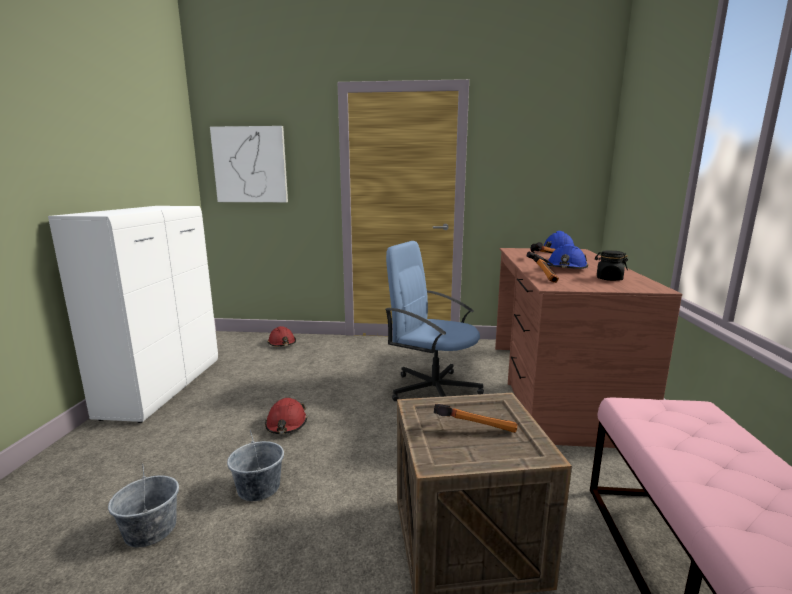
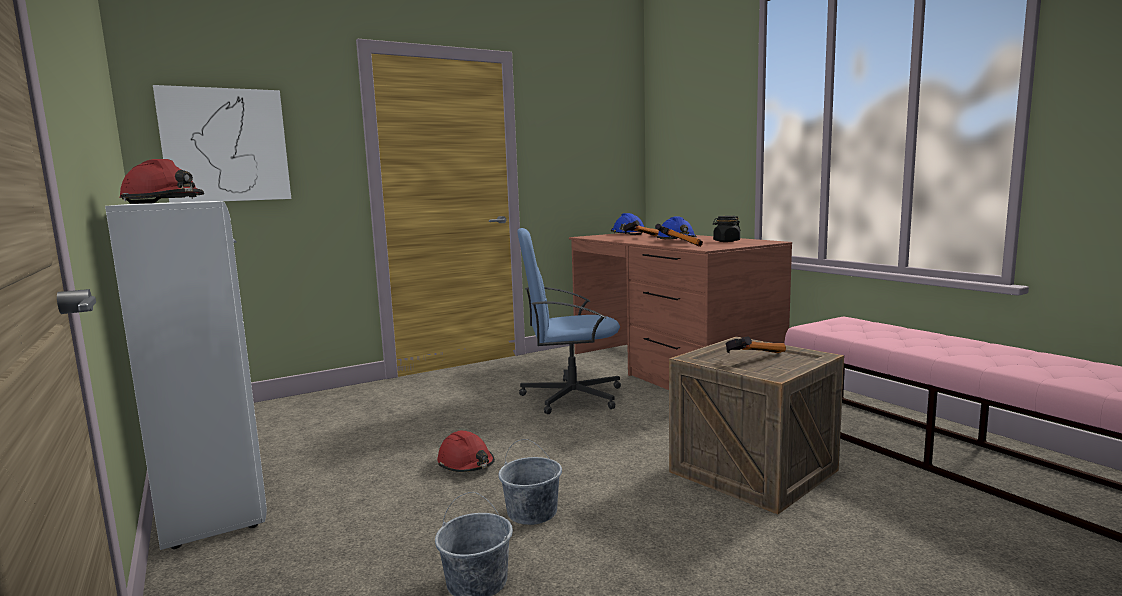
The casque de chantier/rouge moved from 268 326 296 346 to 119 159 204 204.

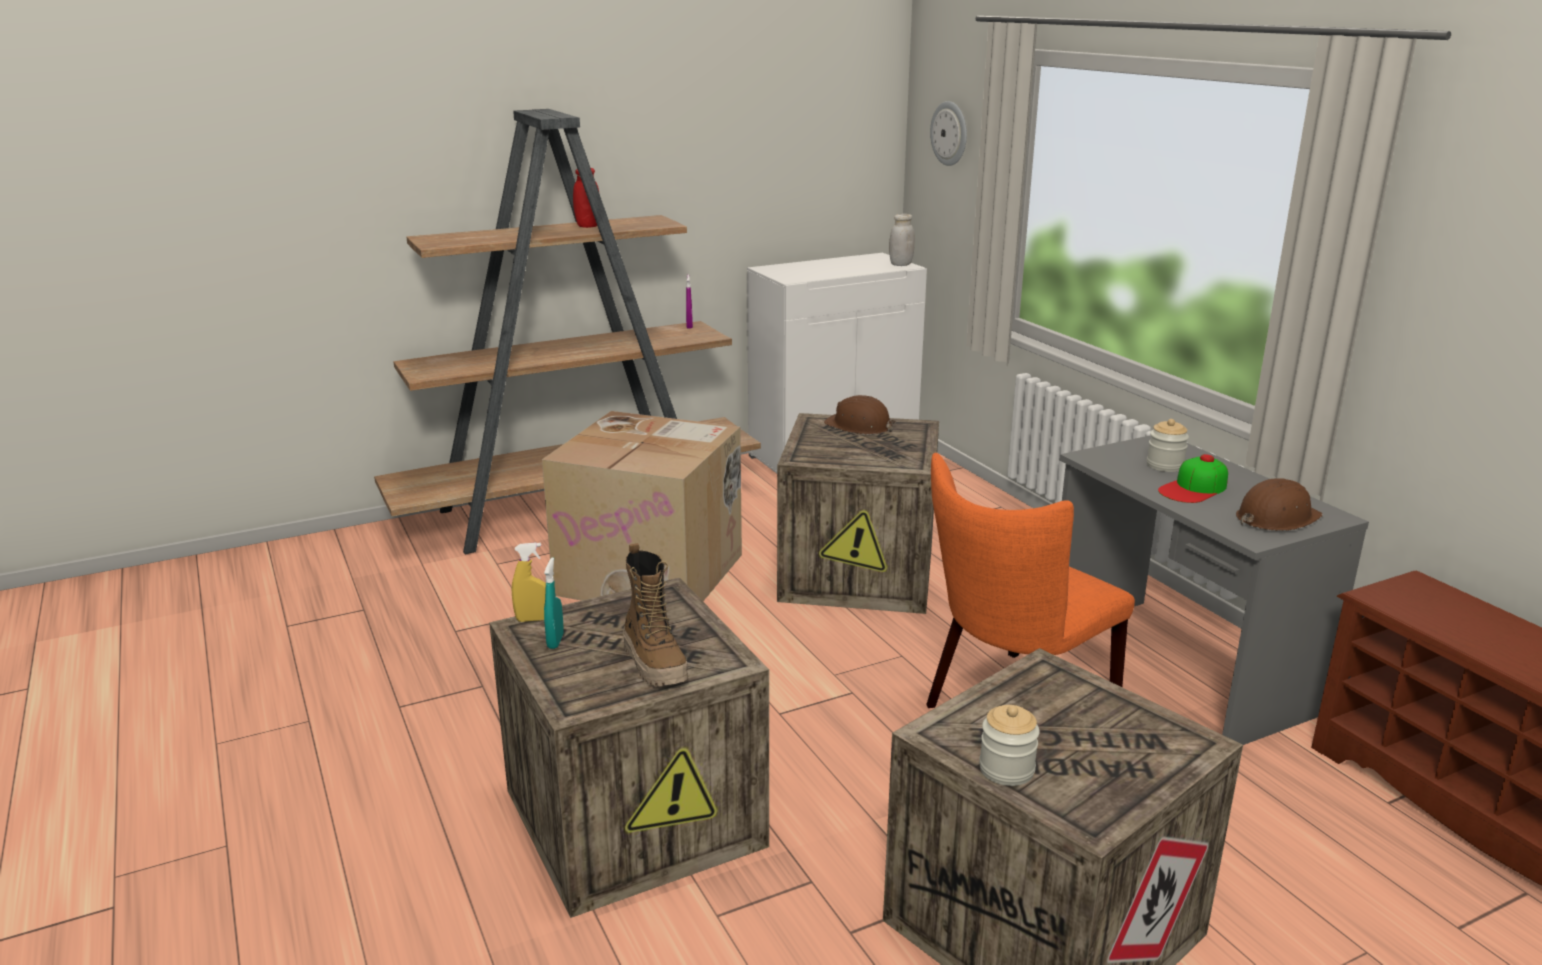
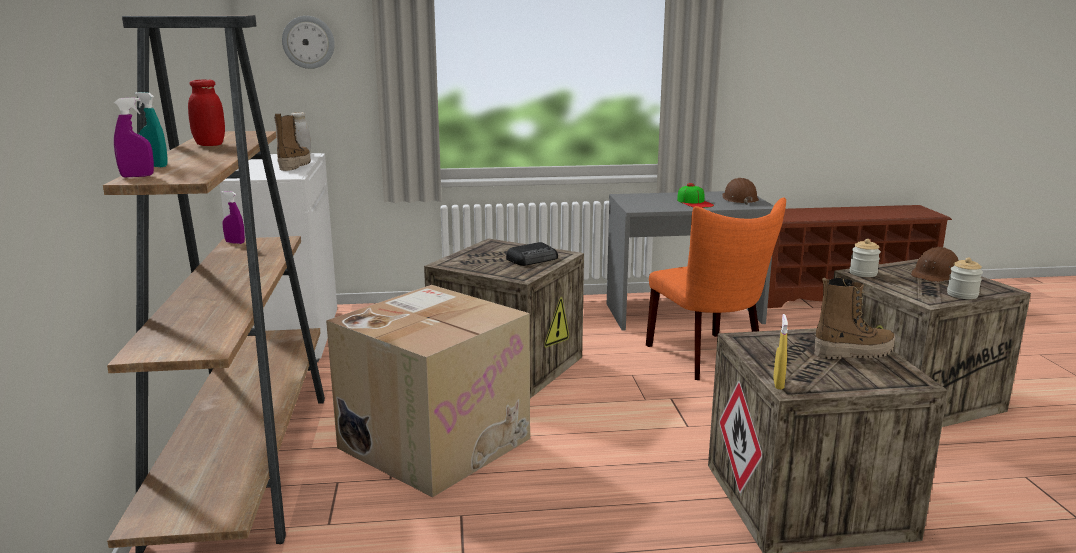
The casque de chantier/marron moved from 824 395 896 435 to 911 247 959 282. The bocal moved from 1147 419 1189 472 to 850 239 881 277. The vaporisateur/turquoise moved from 544 557 564 649 to 135 92 168 167. The vaporisateur/violet at 114 97 154 177 appeared. The botte at 274 114 311 171 appeared. The radio at 506 242 558 266 appeared.

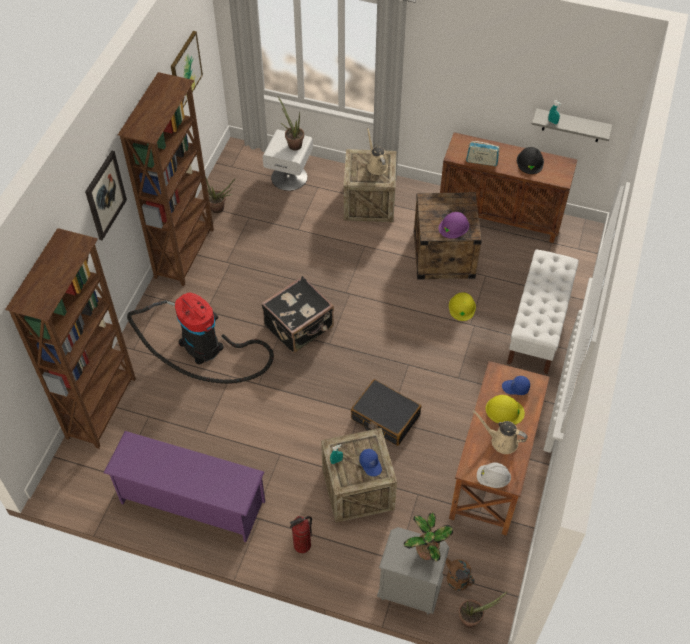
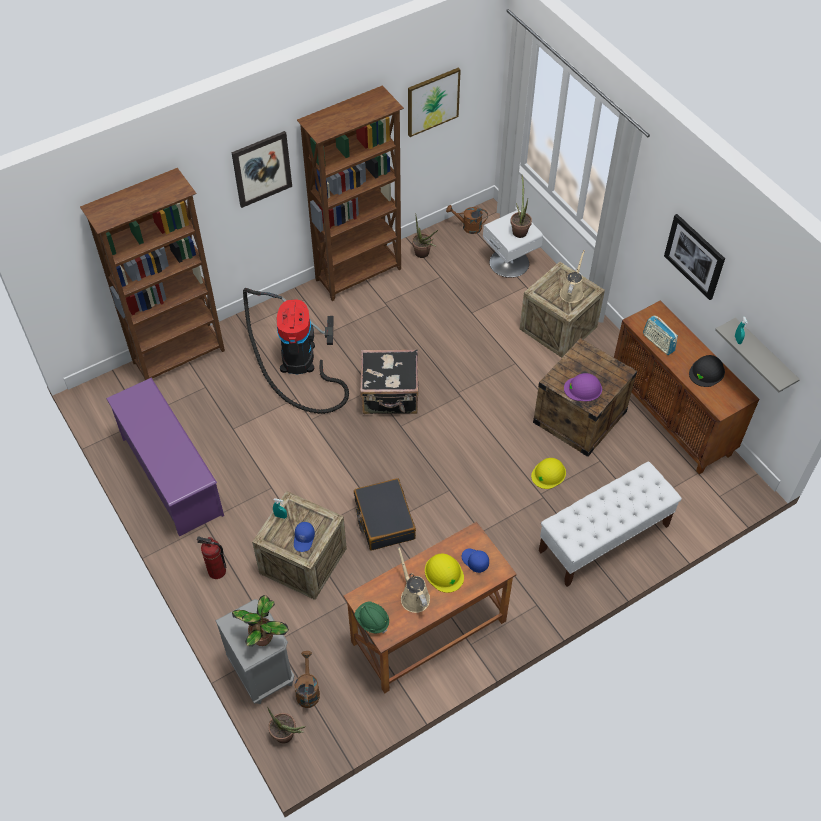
The casque de chantier/blanc at 477 462 511 488 became the casque de chantier/vert at 355 602 389 633. The arrosoir/marron at 446 205 488 234 appeared. The tableau at 664 214 725 300 appeared.

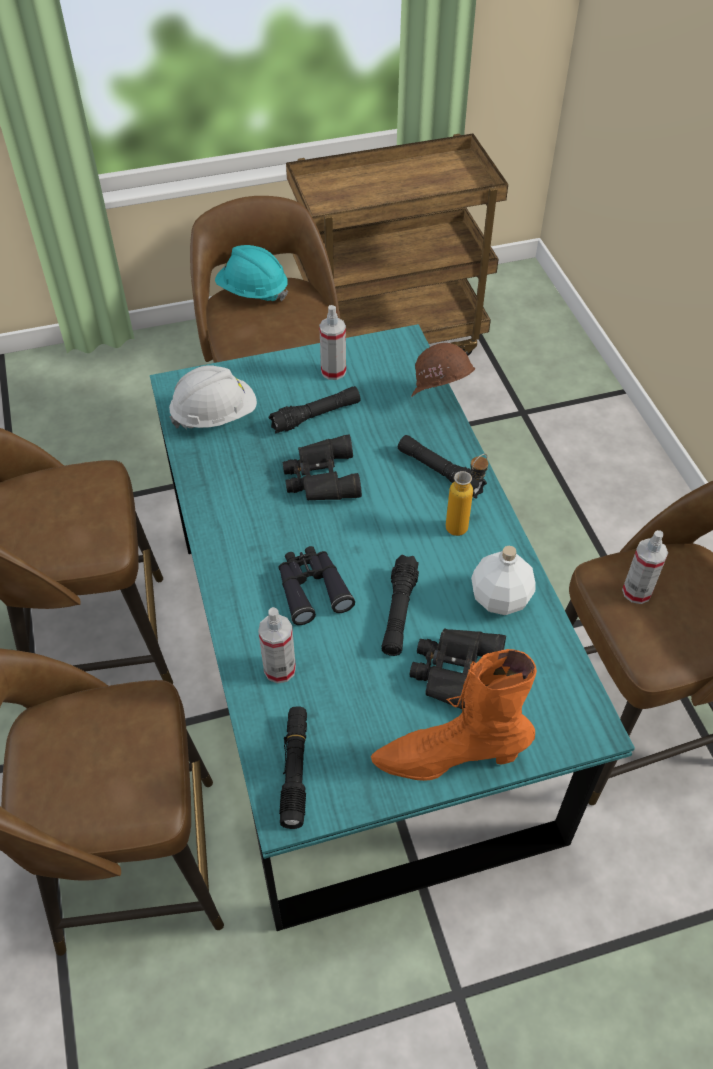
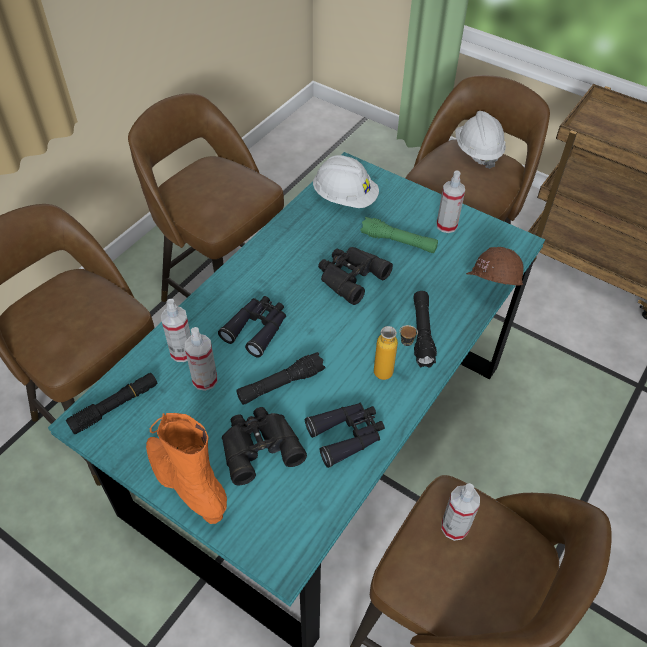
The casque de chantier/turquoise at 215 245 288 301 became the casque de chantier/blanc at 455 111 506 169. The lampe de poche/noir at 269 386 360 433 became the lampe de poche/vert at 360 217 438 253. The bouteille/blanc at 471 546 536 615 was replaced by the jumelles/noir at 305 403 385 468. The vaporisateur at 185 327 217 391 appeared.

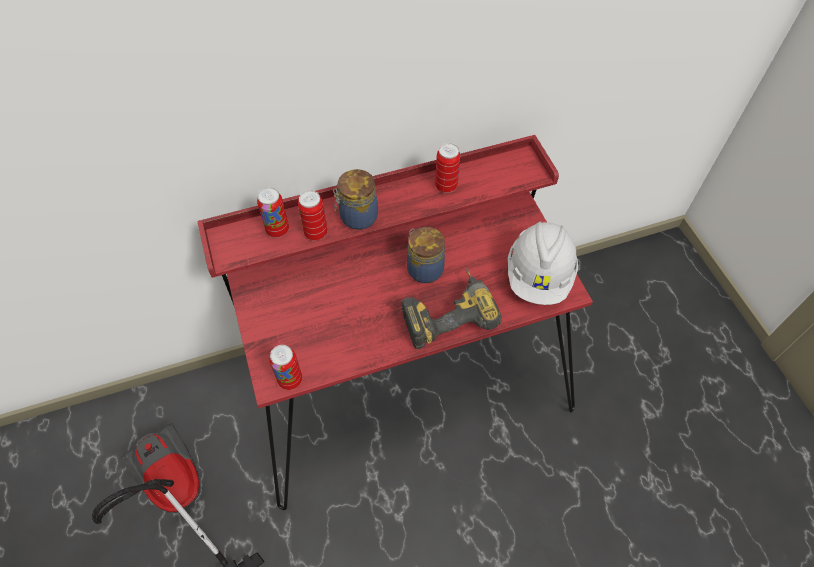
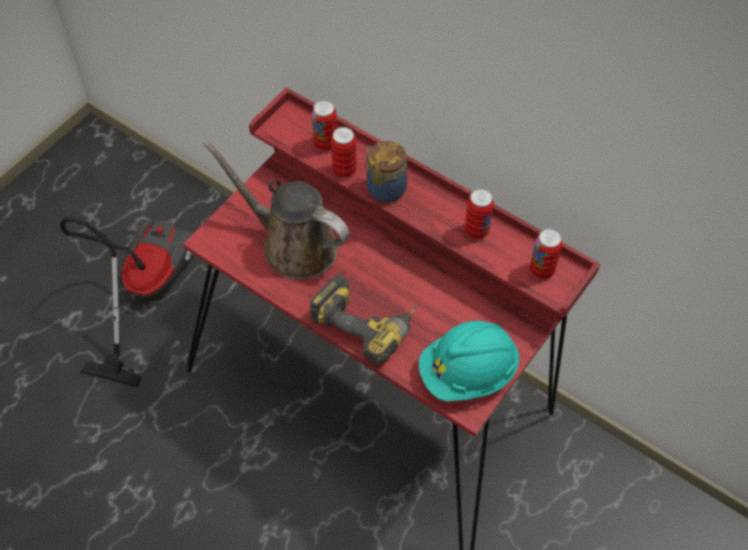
The casque de chantier/blanc at 508 221 578 305 became the casque de chantier/turquoise at 419 321 519 401. The bocal at 407 227 445 283 disappeared. The boîte métallique moved from 269 345 302 390 to 530 228 562 279. The arrosoir/marron at 203 140 350 280 appeared.

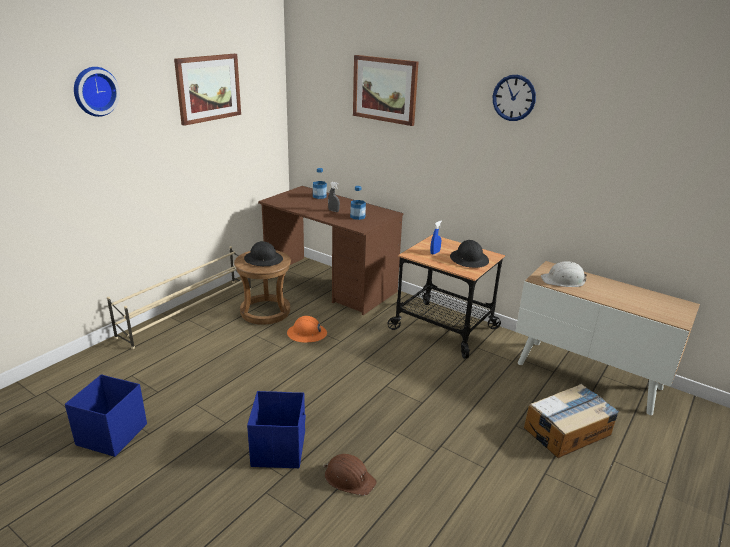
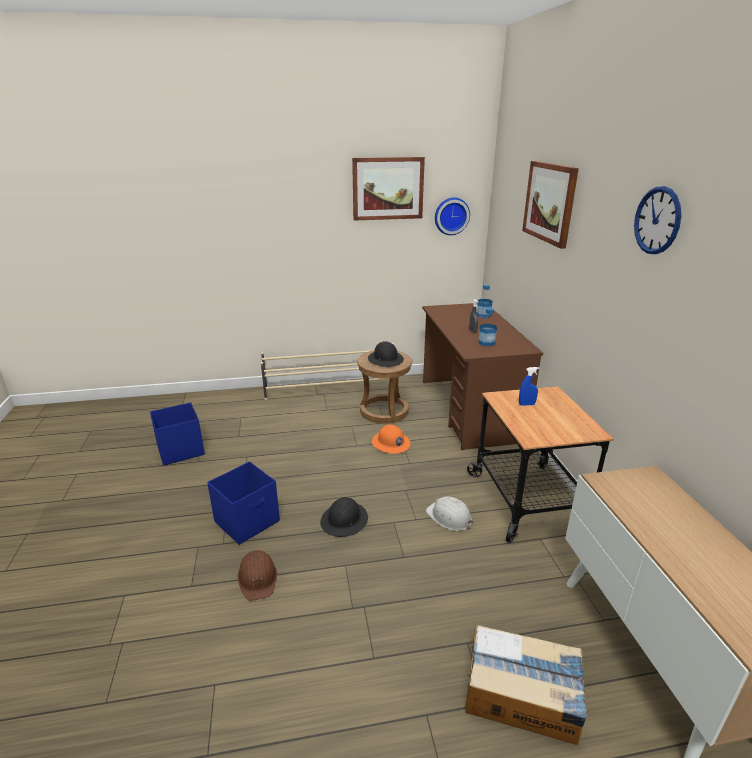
The horloge murale moved from 74 67 120 117 to 435 197 470 235. The casque de chantier/noir moved from 450 240 489 268 to 320 497 368 537. The casque de chantier/blanc moved from 541 261 587 287 to 426 496 474 531.

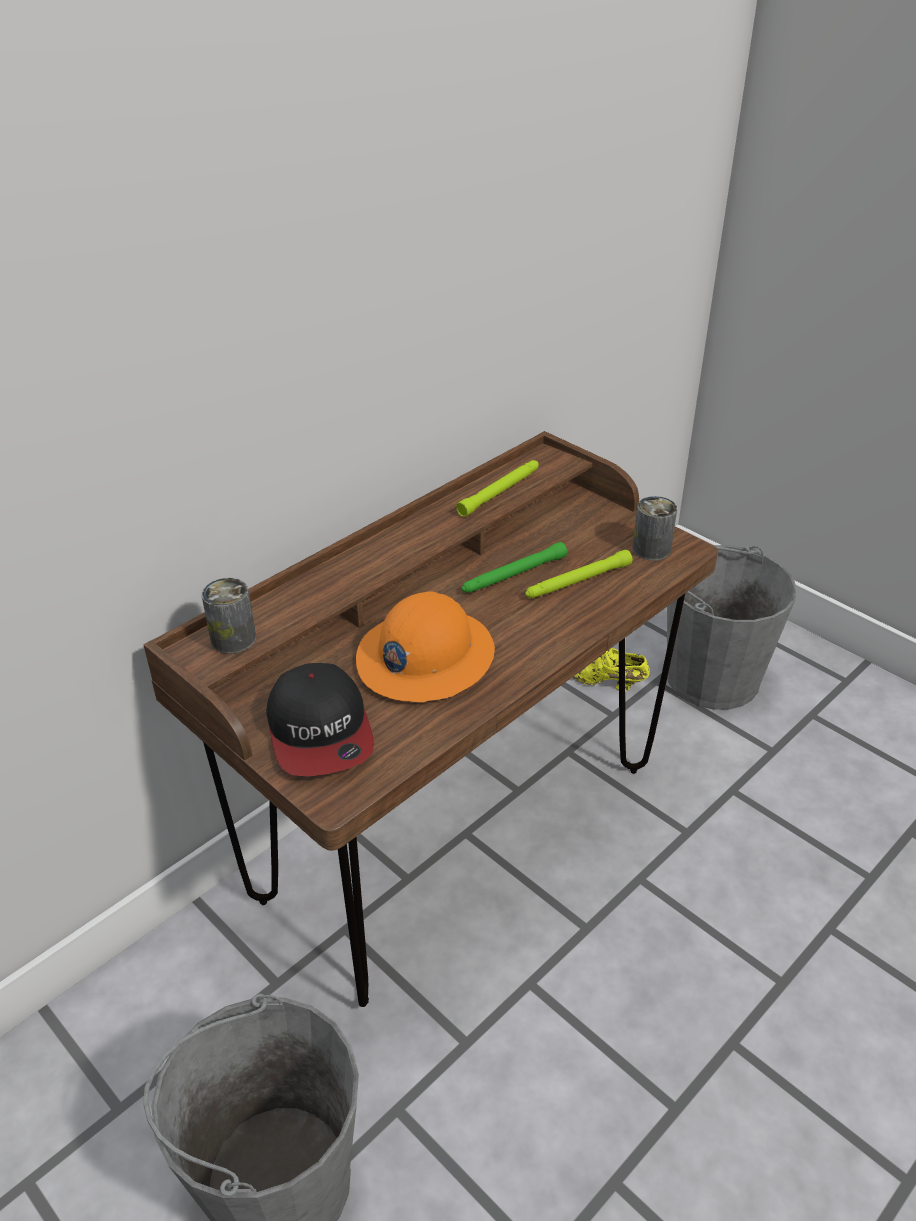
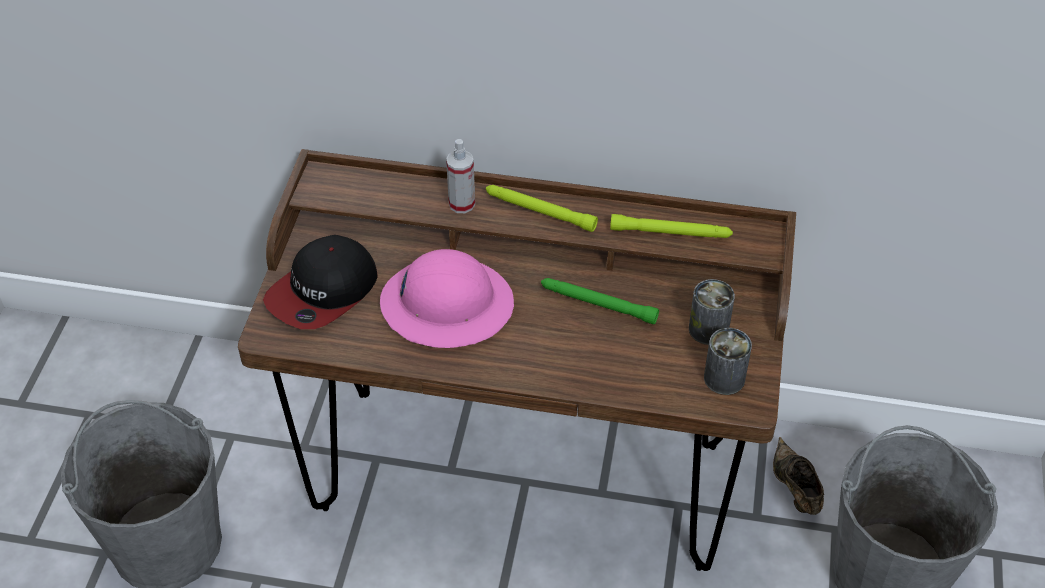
The lampe de poche/vert moved from 525 550 633 598 to 486 185 598 232. The boîte métallique moved from 201 578 256 654 to 689 279 735 345. The casque de chantier/orange at 356 591 495 702 became the casque de chantier/rose at 380 249 514 348. The chaussure/jaune at 572 648 649 691 became the chaussure/marron at 773 437 824 515. The vaporisateur at 446 139 475 213 appeared.

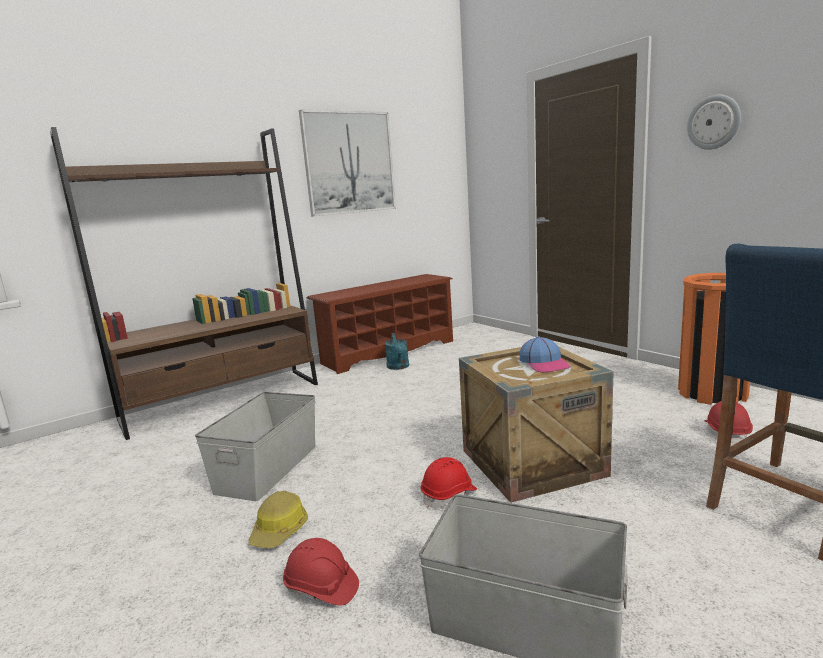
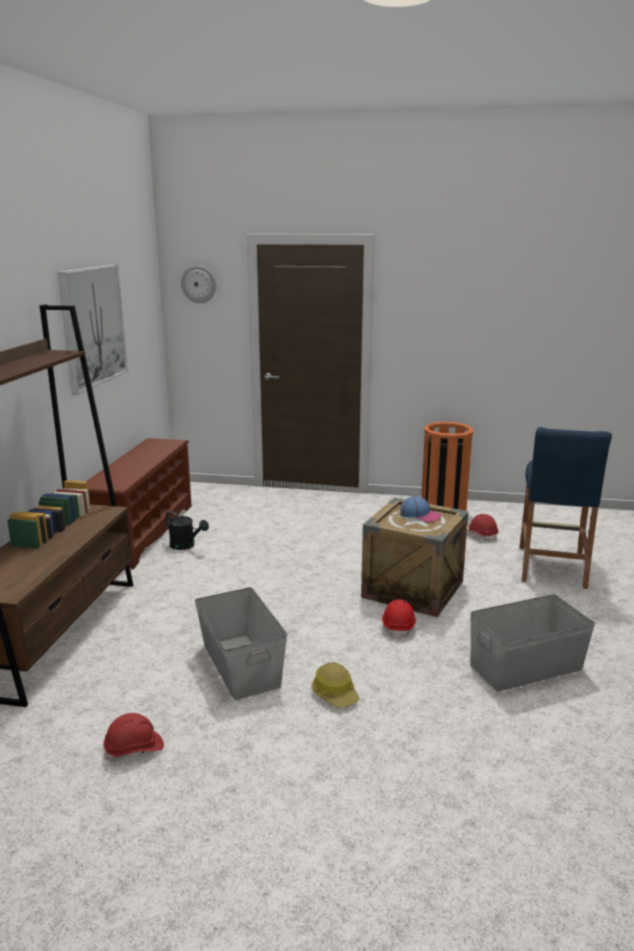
The horloge murale moved from 687 95 741 150 to 181 265 216 303. The arrosoir/turquoise at 385 333 409 370 became the arrosoir/noir at 165 511 209 550. The casque de chantier/rouge moved from 283 538 359 605 to 103 713 164 762.

